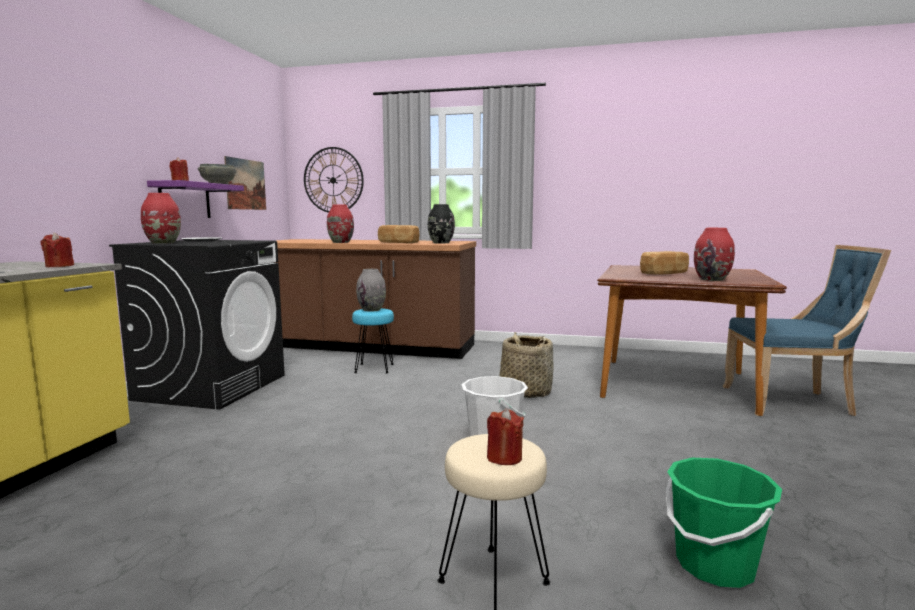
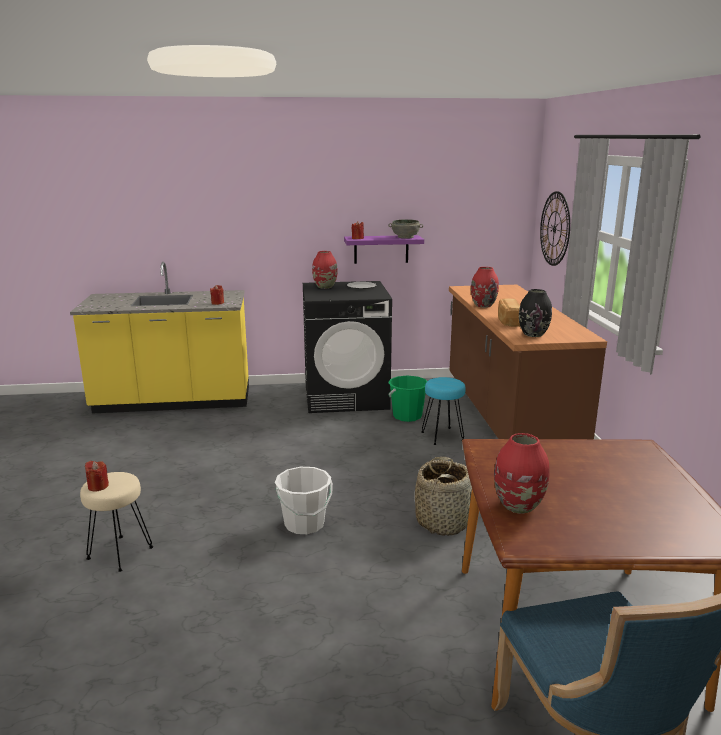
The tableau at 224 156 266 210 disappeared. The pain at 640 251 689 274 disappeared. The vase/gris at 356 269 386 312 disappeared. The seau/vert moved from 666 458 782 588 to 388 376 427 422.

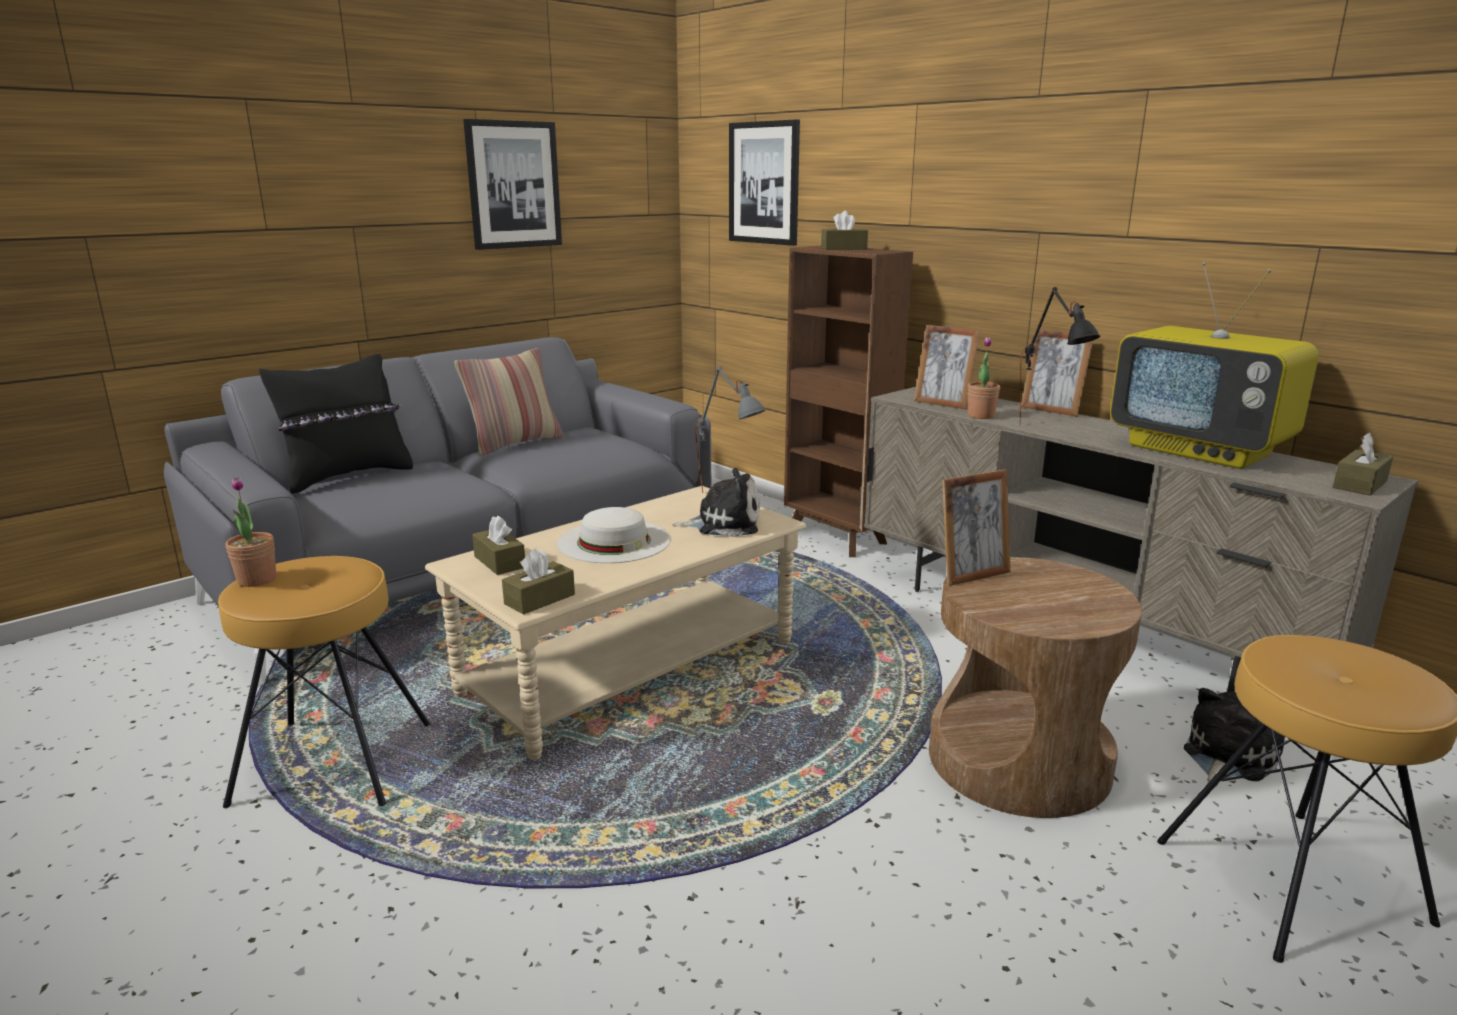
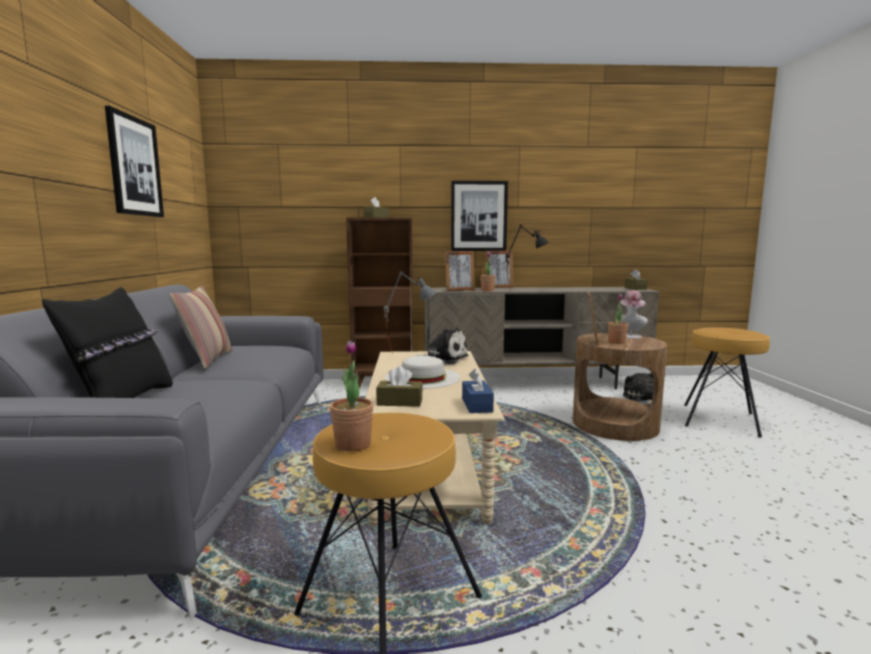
The tableau moved from 729 119 800 246 to 451 181 508 251. The téléviseur at 1110 262 1319 469 disappeared. The peluche at 672 468 760 537 turned 75 degrees clockwise. The boîte à mouchoirs/marron at 502 549 575 615 became the boîte à mouchoirs/bleu at 462 369 494 413. The chapeau at 620 290 648 339 appeared. The plante en pot at 608 294 628 344 appeared.

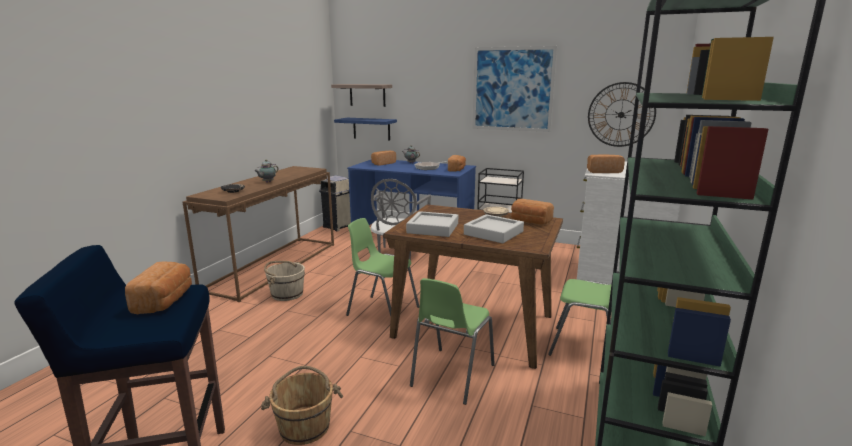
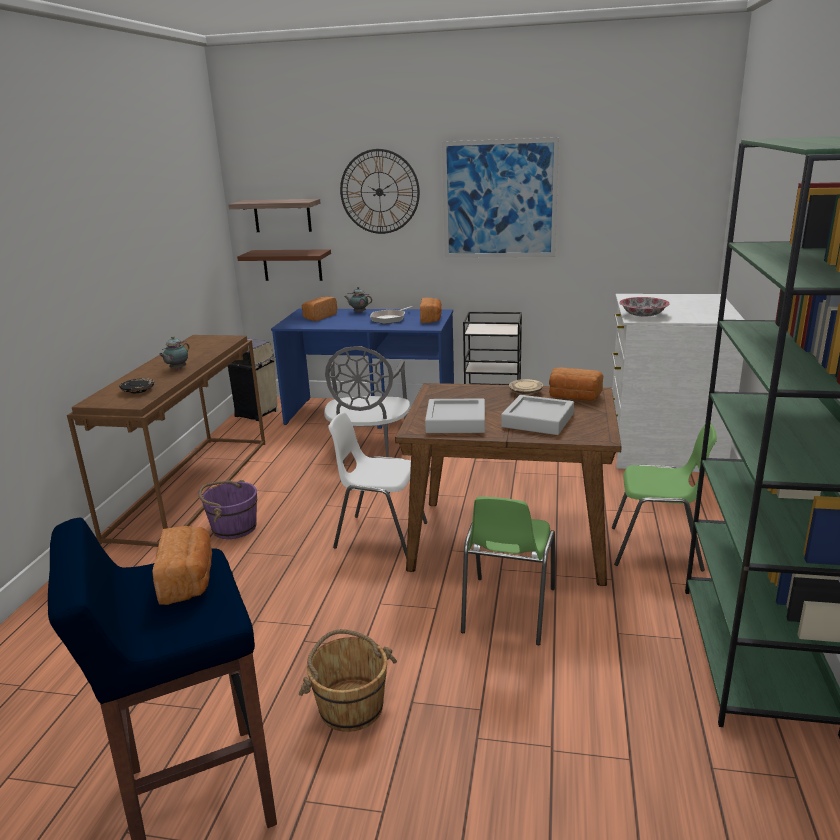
The horloge murale moved from 588 82 656 147 to 340 149 420 234. The étagère/bleu at 334 118 397 140 became the étagère/marron at 237 249 331 281. The pain at 587 154 625 173 was replaced by the bol at 620 297 670 316. The chaise/vert at 346 218 419 316 became the chaise/blanc at 328 412 427 558. The seau/beige at 264 261 305 301 became the seau/violet at 198 480 257 539.

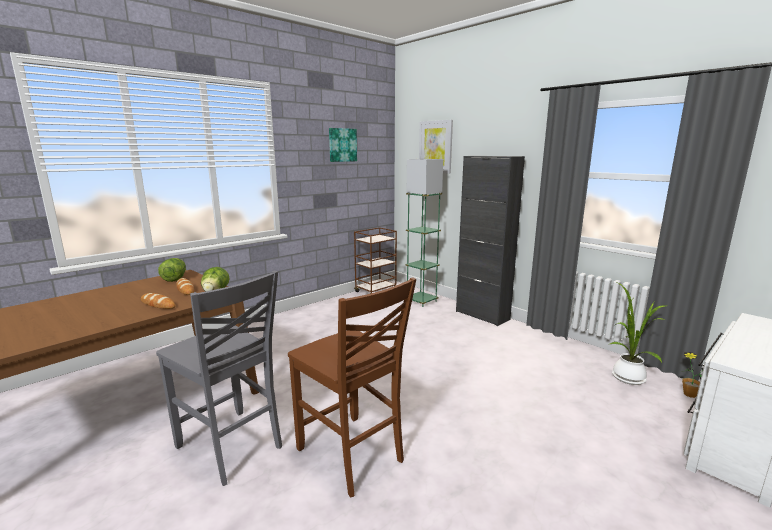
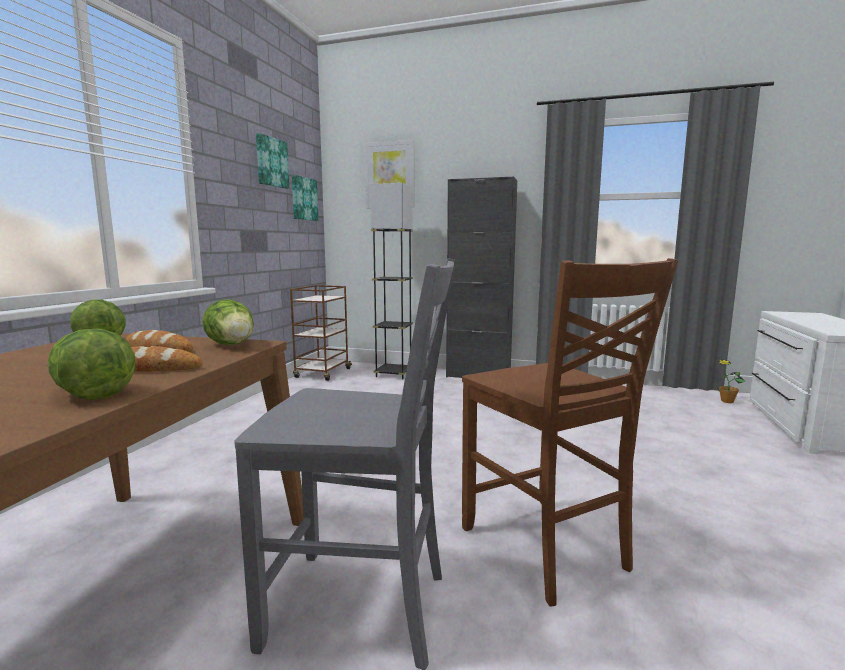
The lampadaire/vert at 405 159 443 307 became the lampadaire/gris at 370 183 413 379. The chaise/marron at 288 277 416 498 turned 45 degrees clockwise. The plante en pot at 610 283 666 385 disappeared. The tableau at 292 175 318 221 appeared. The laitue at 48 328 135 400 appeared.

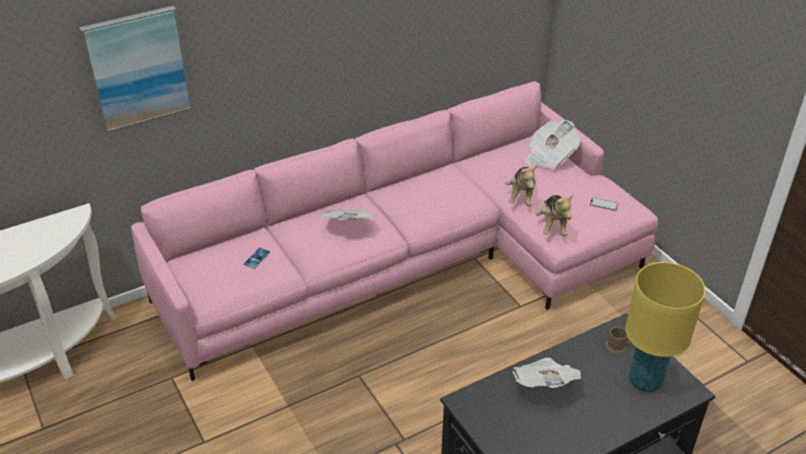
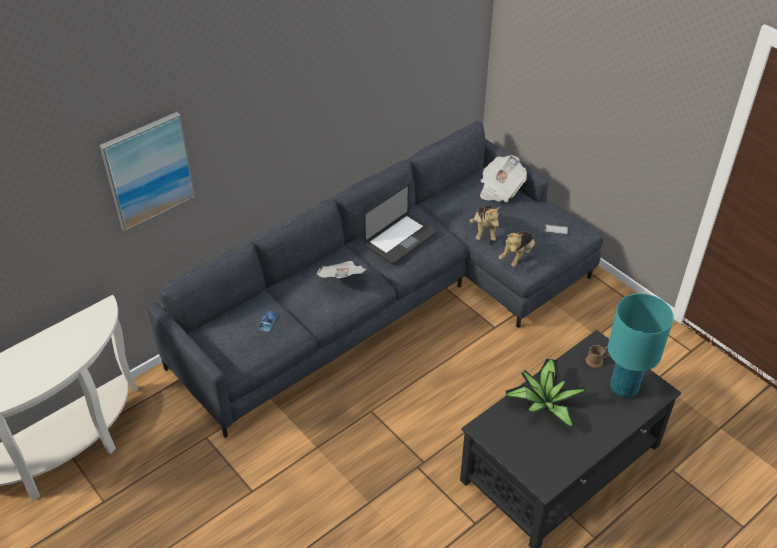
The canapé/rose at 131 81 658 381 became the canapé/gris at 147 121 603 438. The peluche at 536 195 573 236 turned 45 degrees clockwise. The lampe de table/jaune at 625 262 706 392 became the lampe de table/turquoise at 608 293 674 398. The journal at 513 358 581 388 was replaced by the plante en pot at 506 359 586 429. The ordinateur portable at 363 184 437 265 appeared.

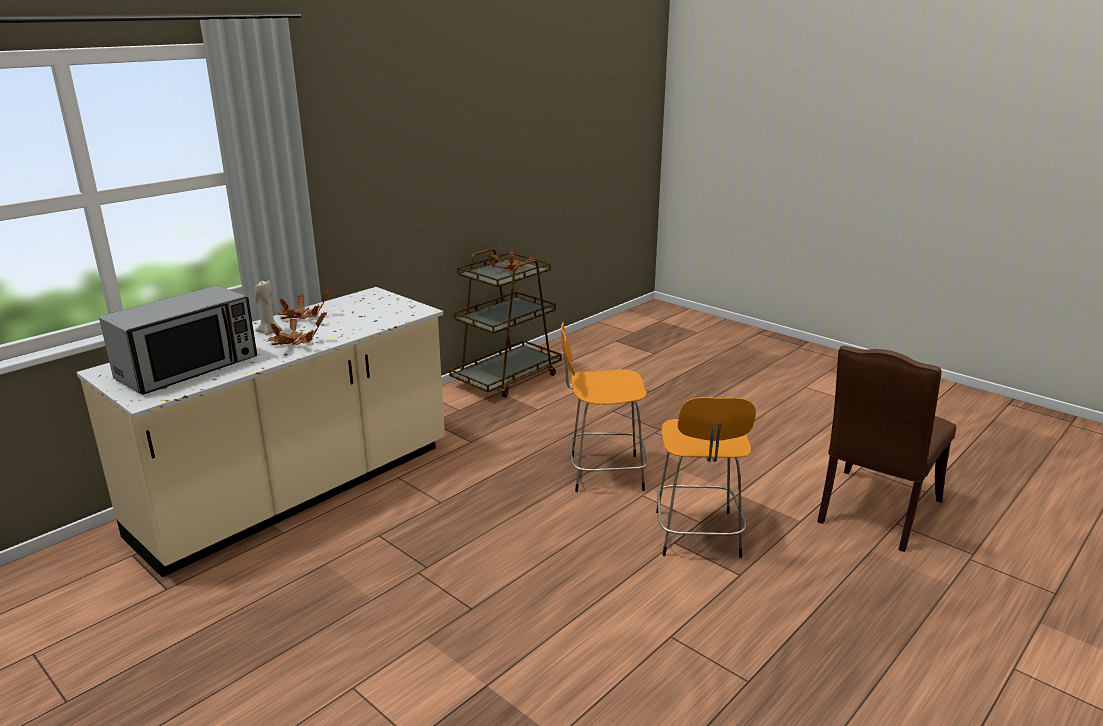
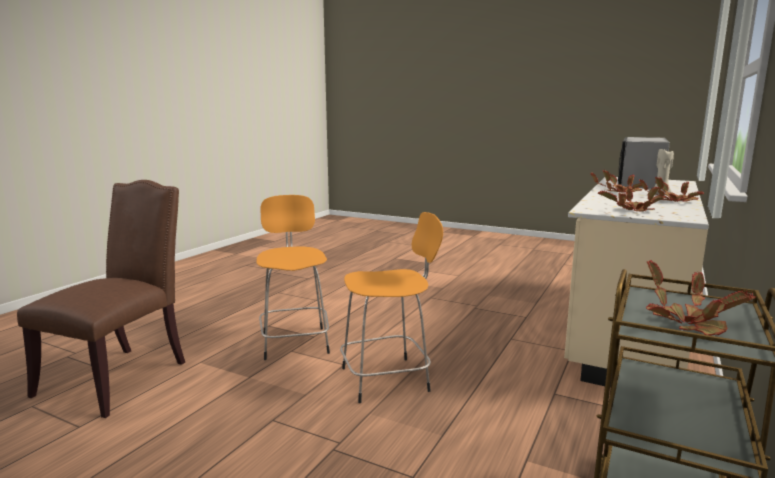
The plante en pot at 598 186 666 211 appeared.

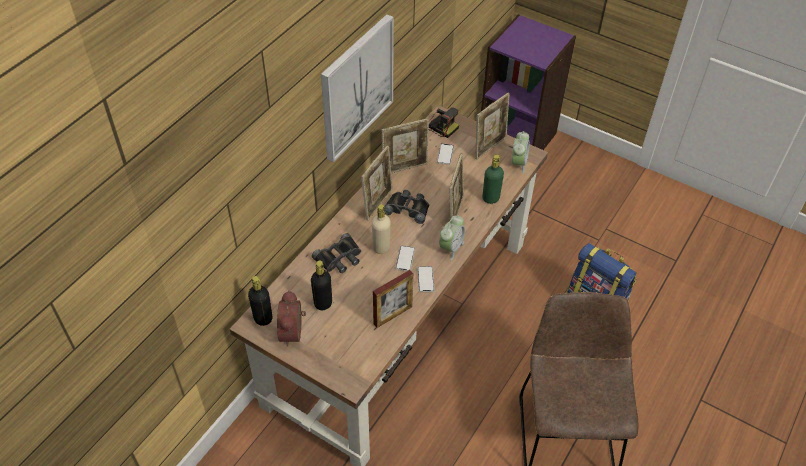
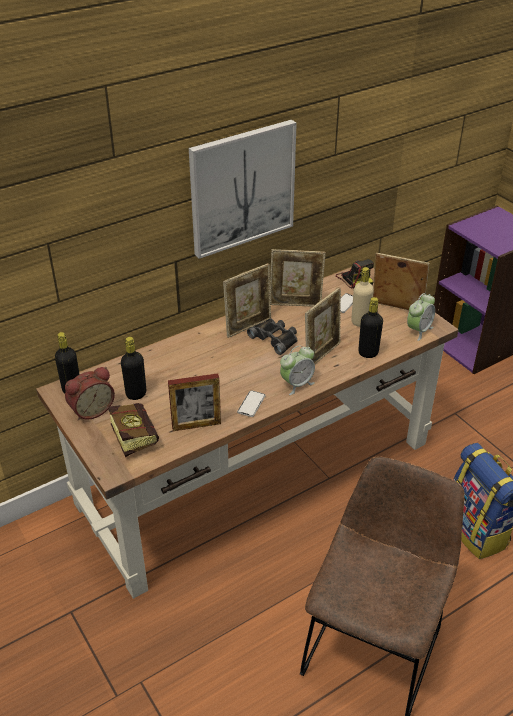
The cadre photo at 475 92 510 160 turned 135 degrees counterclockwise. The bouteille/vert at 482 155 504 204 became the bouteille/noir at 358 297 383 358. The bouteille/beige moved from 372 204 391 254 to 351 267 374 327. The jumelles/noir at 312 233 361 273 disappeared. The téléphone at 395 246 415 271 disappeared. The réveil at 277 290 306 347 turned 150 degrees counterclockwise. The livre at 108 403 159 457 appeared.

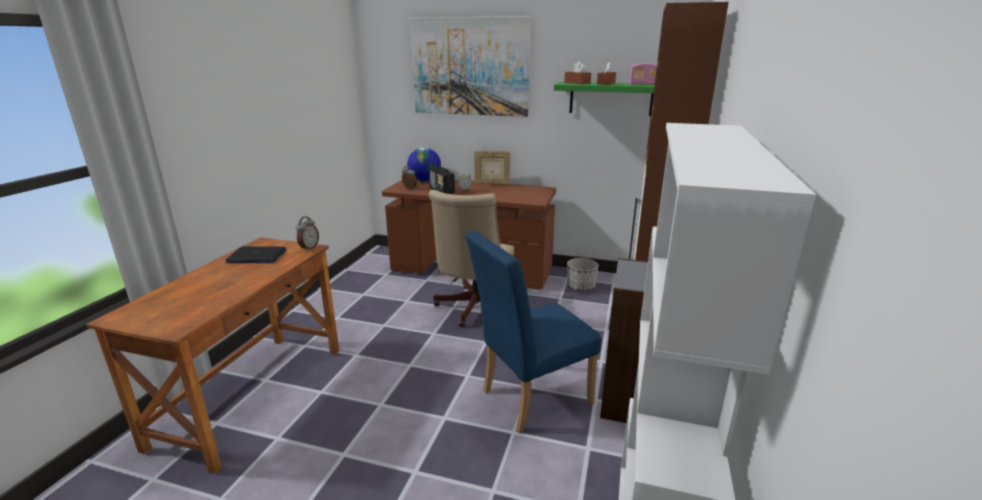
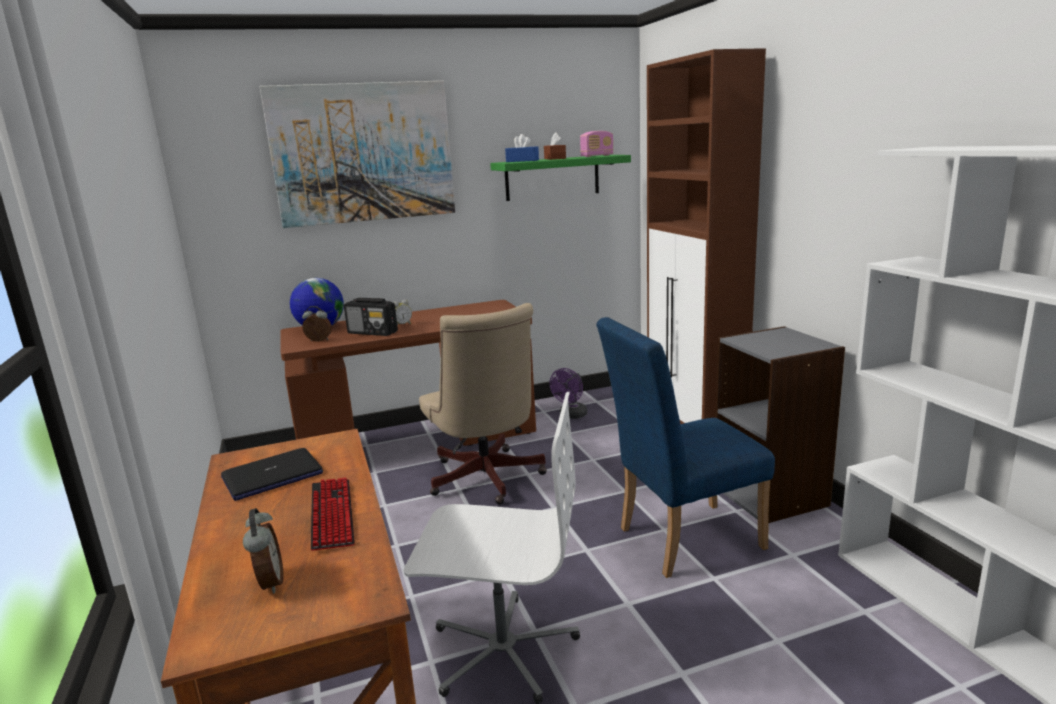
The boîte à mouchoirs/marron at 564 61 591 84 became the boîte à mouchoirs/bleu at 505 134 539 162. The cadre photo at 474 151 511 185 disappeared. The réveil moved from 296 217 319 251 to 243 508 284 594. The chaise/bleu at 465 230 601 434 turned 45 degrees clockwise. The cache-pot at 567 258 599 292 was replaced by the ventilateur/violet at 549 368 587 419. The chaise de bureau/blanc at 404 392 580 704 appeared. The clavier at 311 478 355 551 appeared.

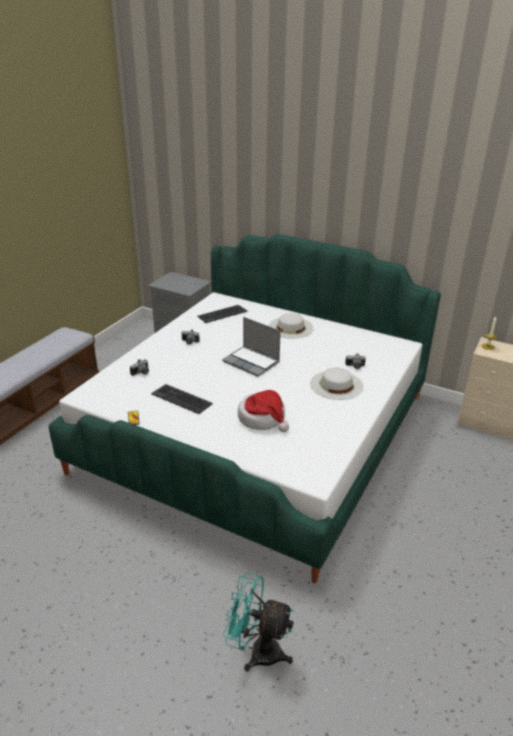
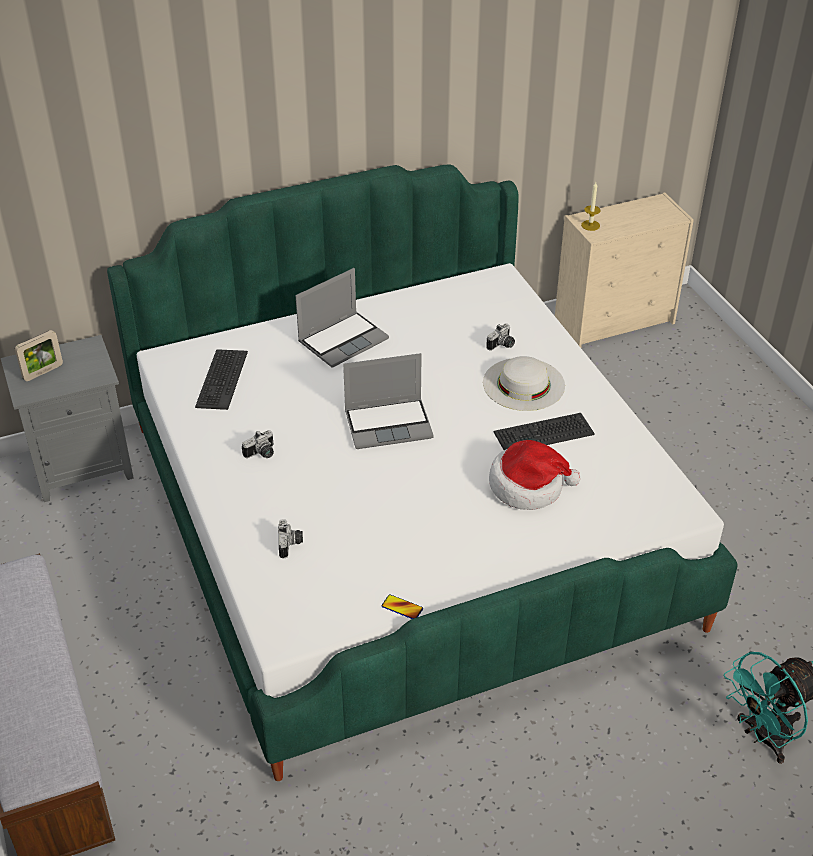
The chapeau/blanc at 269 313 314 339 was replaced by the ordinateur portable at 295 268 389 368. The clavier moved from 151 384 213 414 to 494 413 595 450. The cadre photo at 15 330 63 381 appeared.

